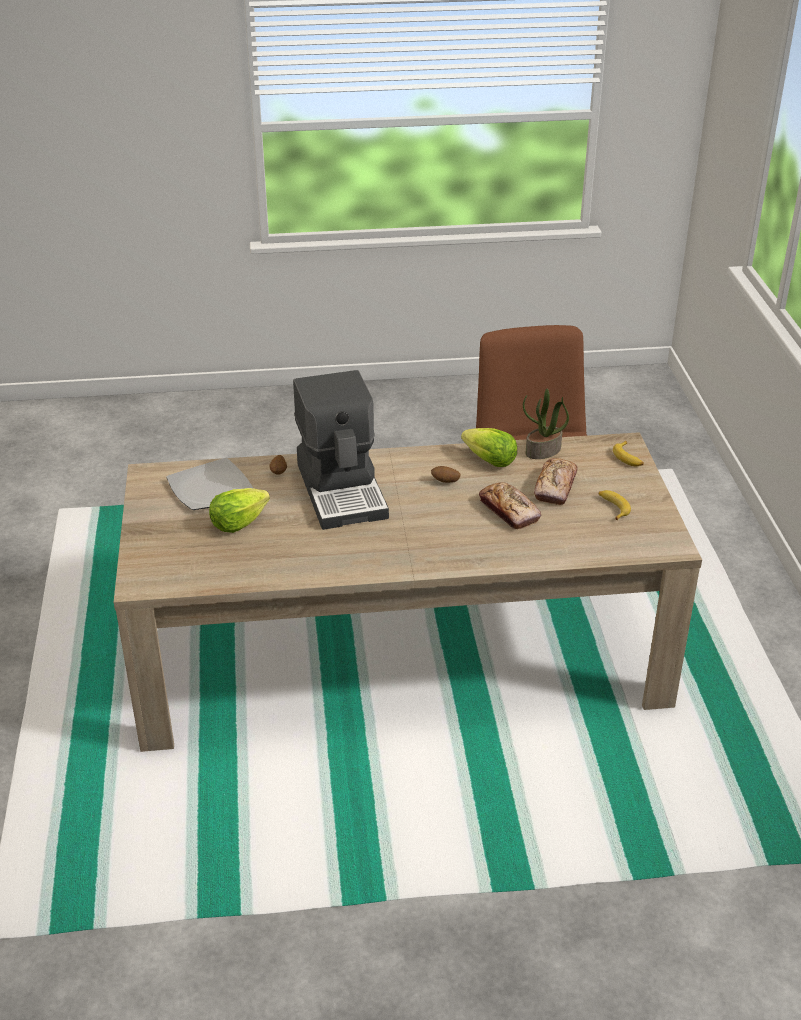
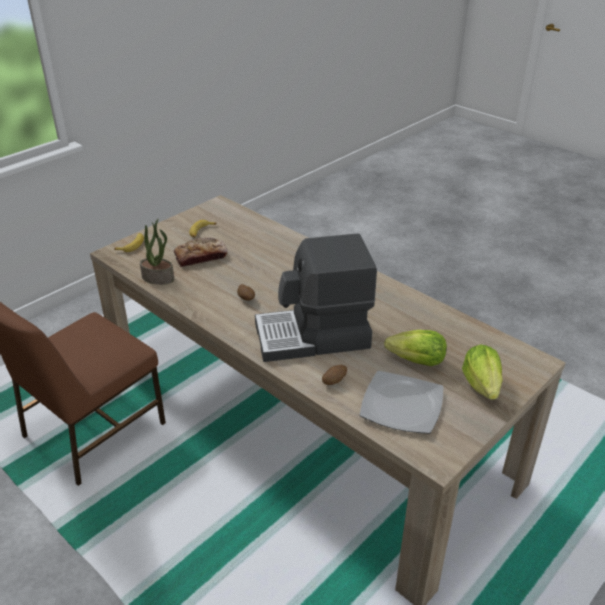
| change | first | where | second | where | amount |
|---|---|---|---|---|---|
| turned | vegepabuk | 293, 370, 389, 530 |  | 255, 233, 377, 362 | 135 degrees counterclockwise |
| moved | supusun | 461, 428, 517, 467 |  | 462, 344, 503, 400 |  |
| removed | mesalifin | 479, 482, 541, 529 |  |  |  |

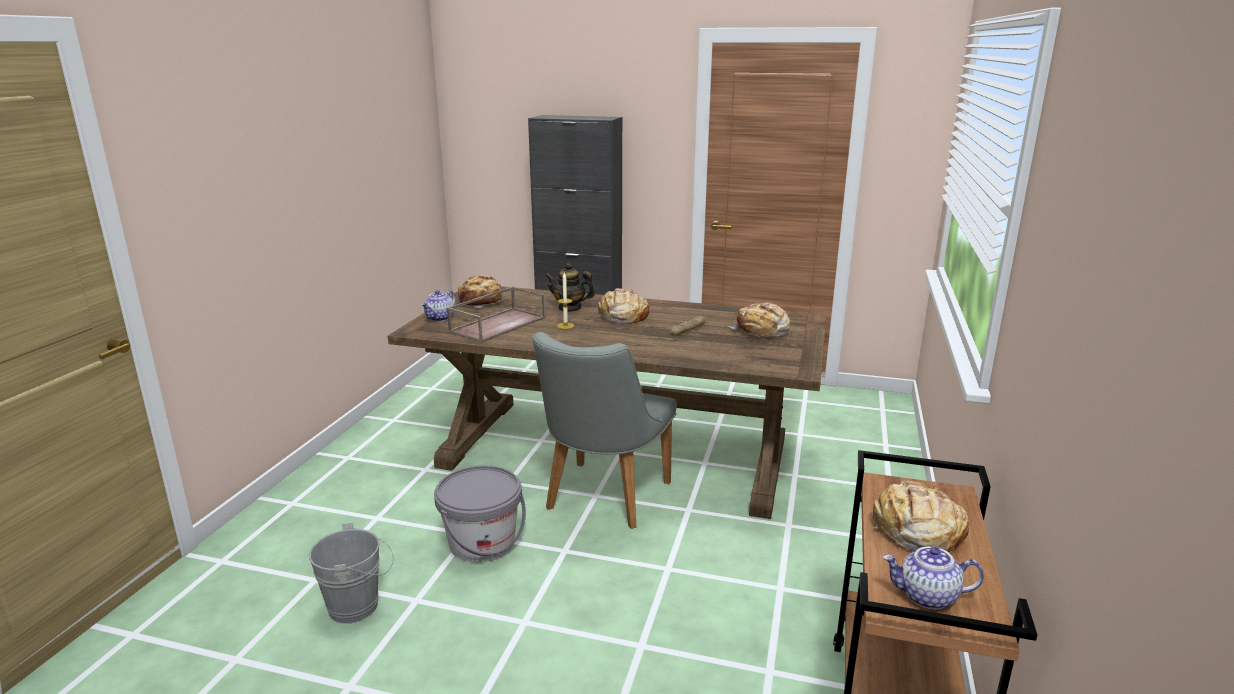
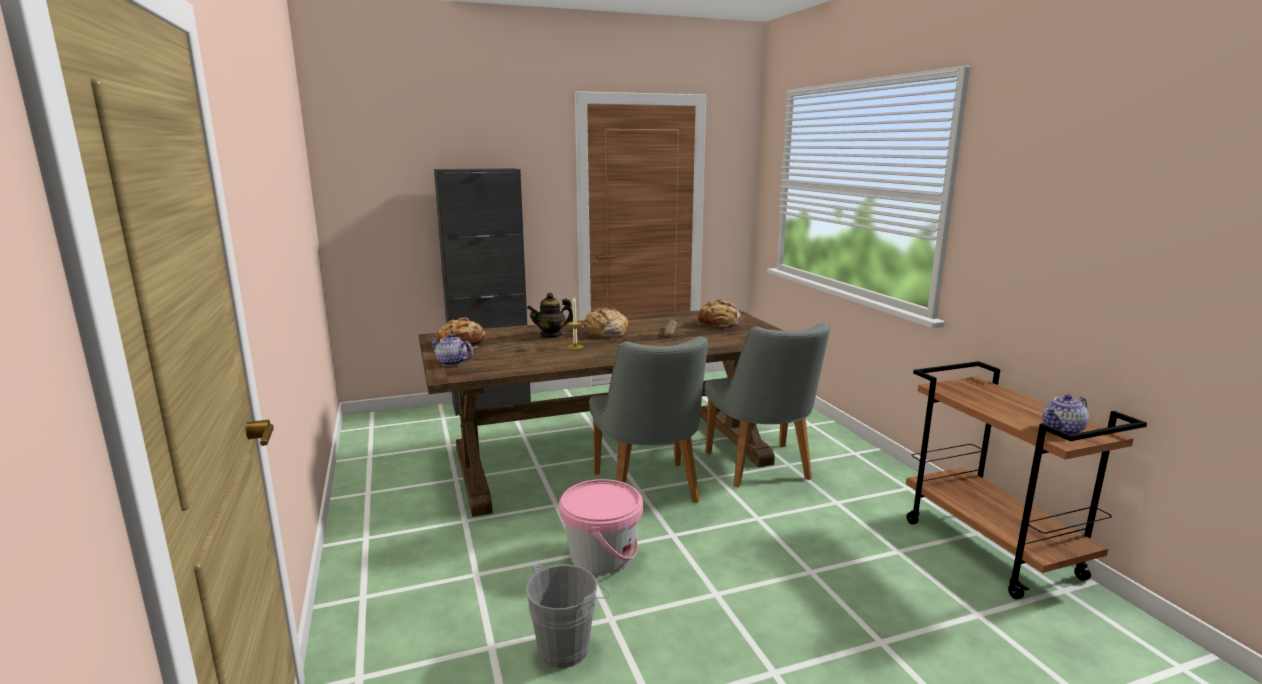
| change | first | where | second | where | amount |
|---|---|---|---|---|---|
| turned | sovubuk | 421, 290, 456, 322 |  | 429, 334, 473, 366 | 120 degrees clockwise |
| recoloured | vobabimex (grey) | 434, 465, 526, 562 | vobabimex (pink) | 559, 479, 643, 574 |  |
| added |  |  | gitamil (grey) | 705, 323, 830, 487 |  |
| removed | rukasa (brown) | 446, 286, 546, 343 |  |  |  |
| removed | mesalifin | 872, 480, 969, 552 |  |  |  |

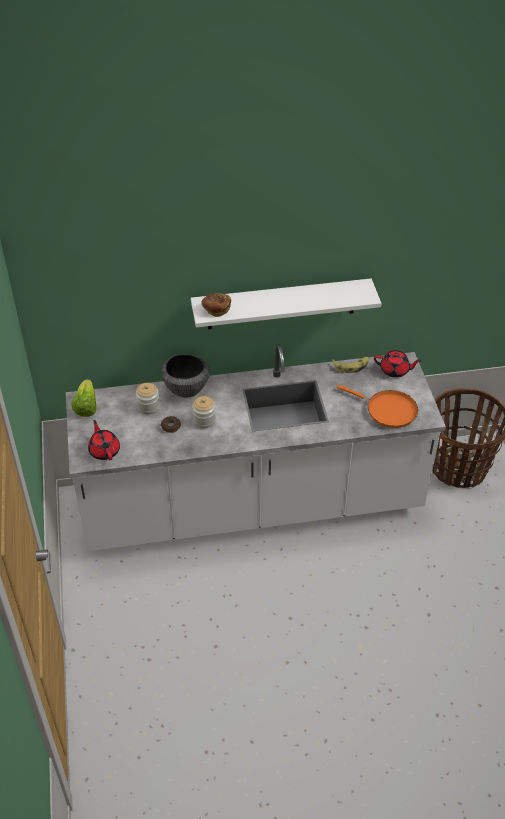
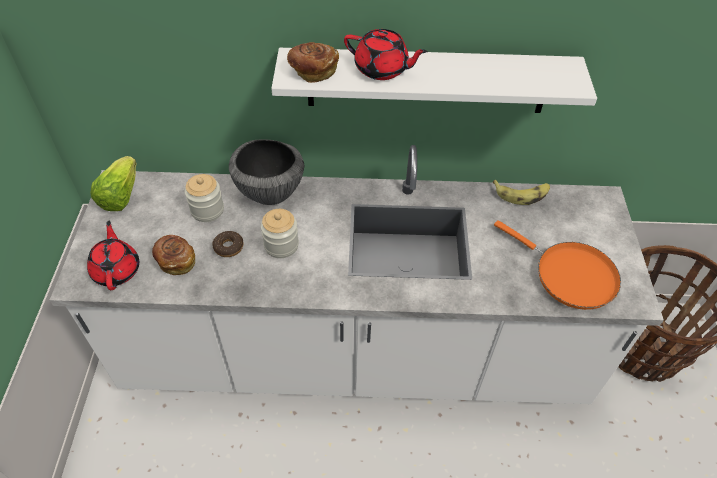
| change | first | where | second | where | amount |
|---|---|---|---|---|---|
| added |  |  | mesalifin | 152, 235, 195, 275 |  |
| moved | sovubuk (red) | 374, 350, 422, 378 |  | 344, 29, 428, 80 |  |

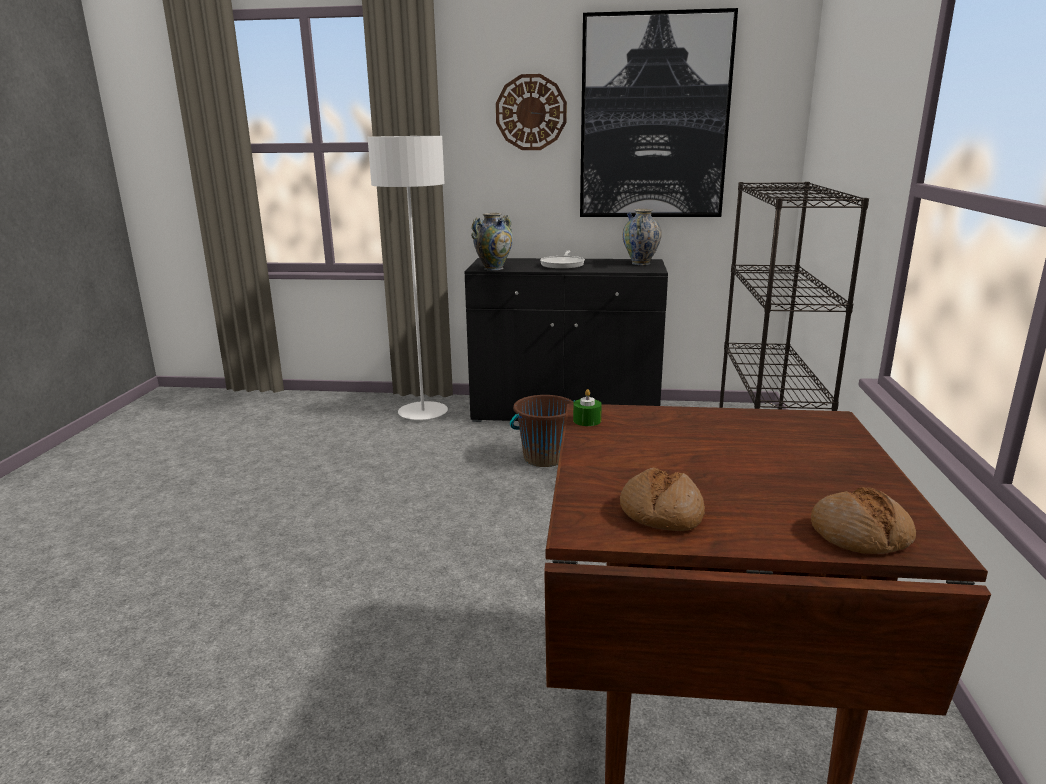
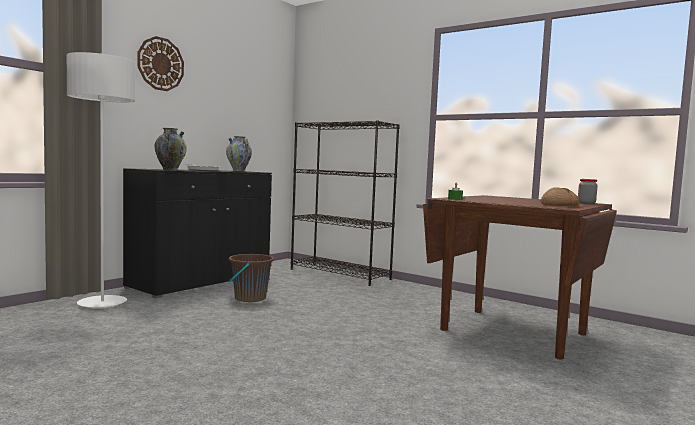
| change | first | where | second | where | amount |
|---|---|---|---|---|---|
| replaced | mesalifin | 811, 487, 916, 554 | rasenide | 578, 179, 598, 204 |  |
| removed | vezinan | 580, 8, 738, 217 |  |  |  |

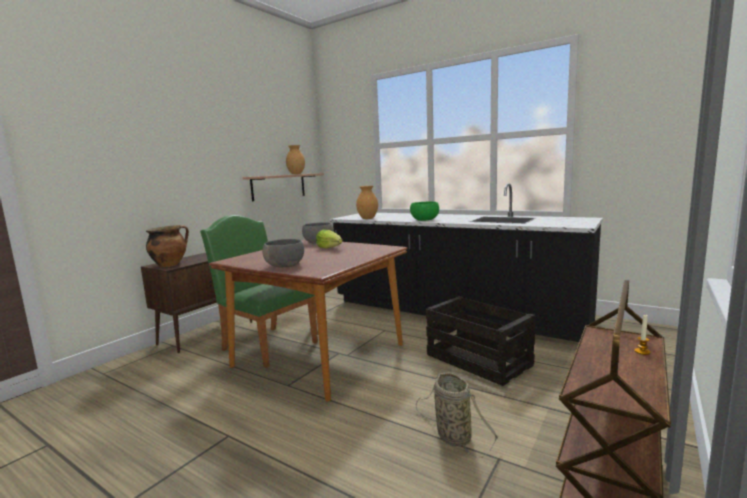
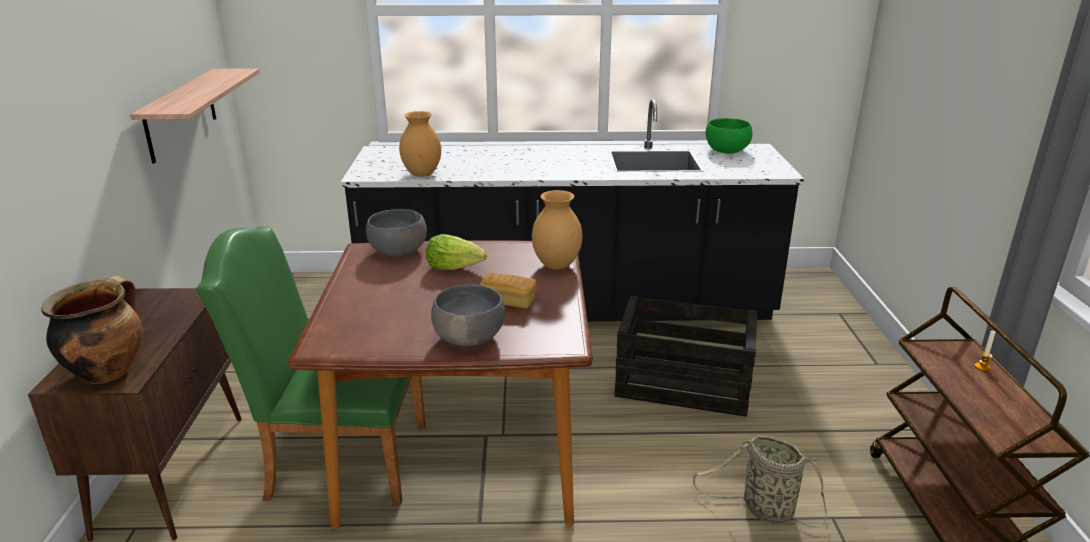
| change | first | where | second | where | amount |
|---|---|---|---|---|---|
| added |  |  | mesalifin | 480, 273, 536, 308 |  |
| moved | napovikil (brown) | 286, 145, 305, 174 |  | 532, 190, 583, 270 |  |
| moved | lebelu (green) | 410, 202, 439, 221 |  | 705, 118, 752, 154 |  |

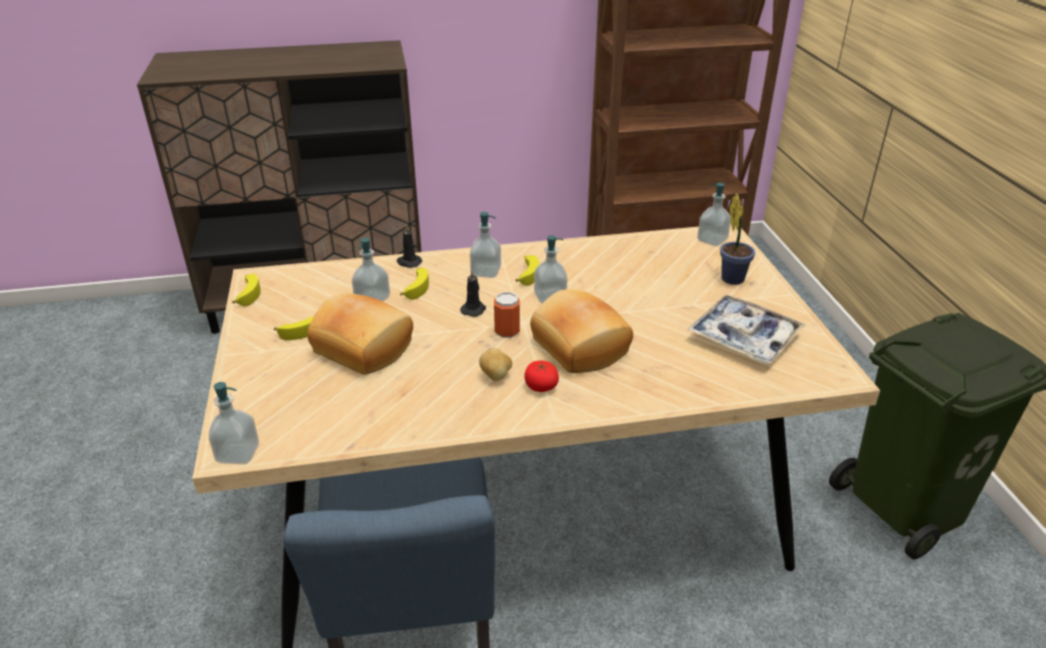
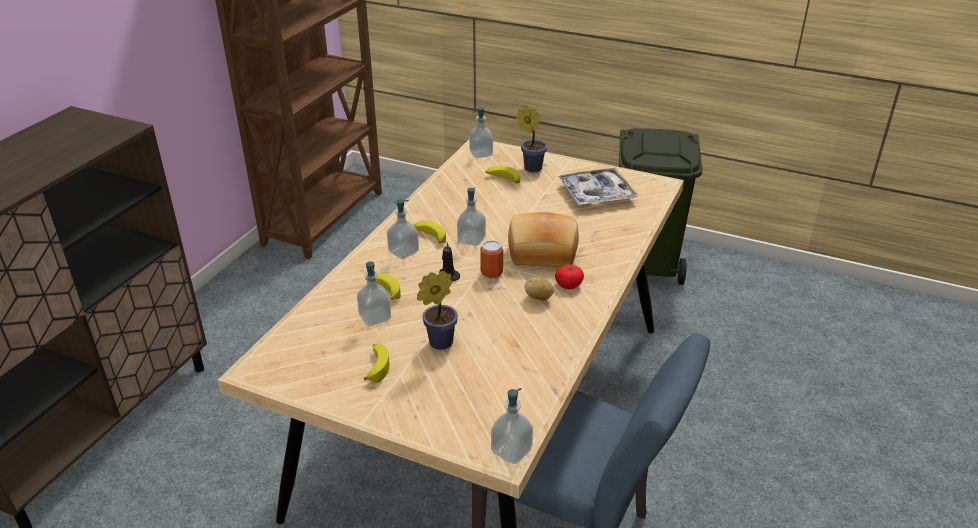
| change | first | where | second | where | amount |
|---|---|---|---|---|---|
| replaced | mesalifin | 307, 294, 413, 375 | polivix | 417, 271, 458, 350 |  |
| moved | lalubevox | 232, 274, 260, 306 |  | 485, 165, 520, 183 |  |
| removed | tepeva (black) | 397, 224, 422, 268 |  |  |  |

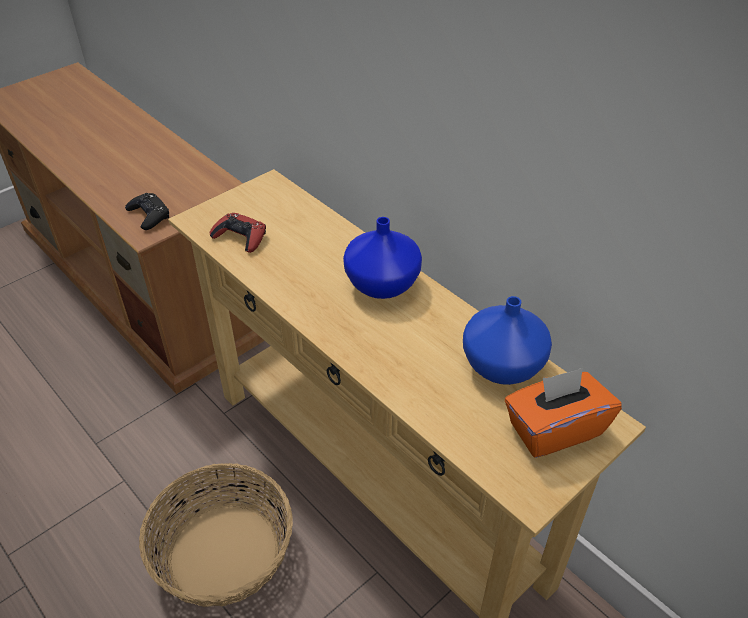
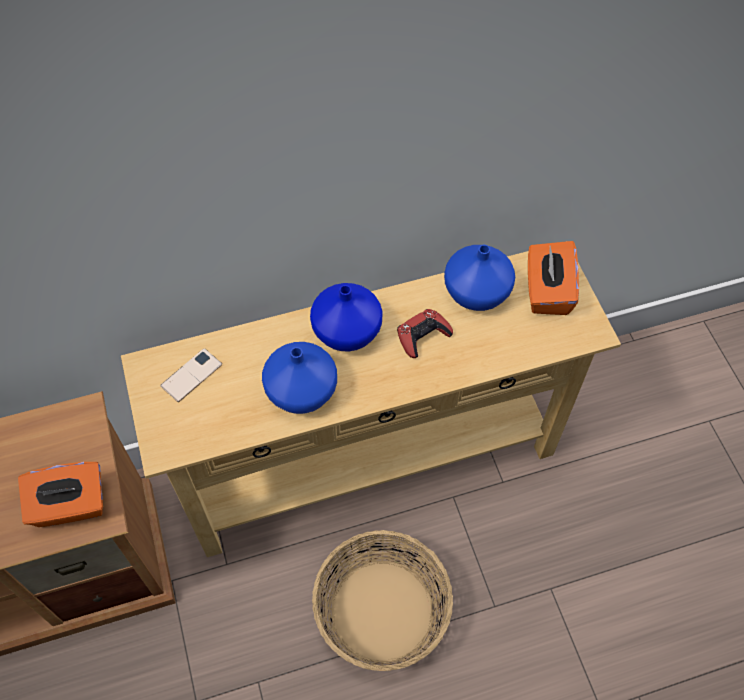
| change | first | where | second | where | amount |
|---|---|---|---|---|---|
| replaced | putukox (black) | 125, 193, 169, 230 | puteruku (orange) | 18, 462, 103, 527 |  |
| added |  |  | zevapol | 160, 348, 222, 402 |  |
| added |  |  | napovikil (blue) | 262, 342, 337, 414 |  |
| moved | putukox (red) | 210, 213, 266, 253 |  | 397, 309, 453, 358 |  |

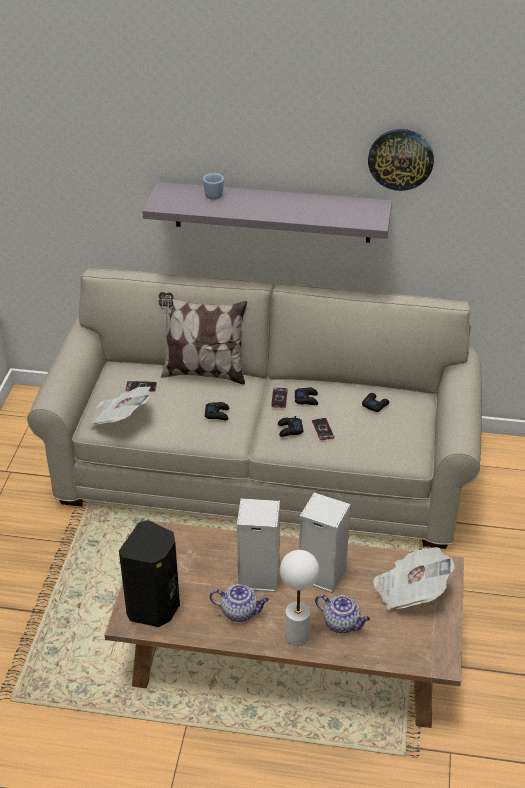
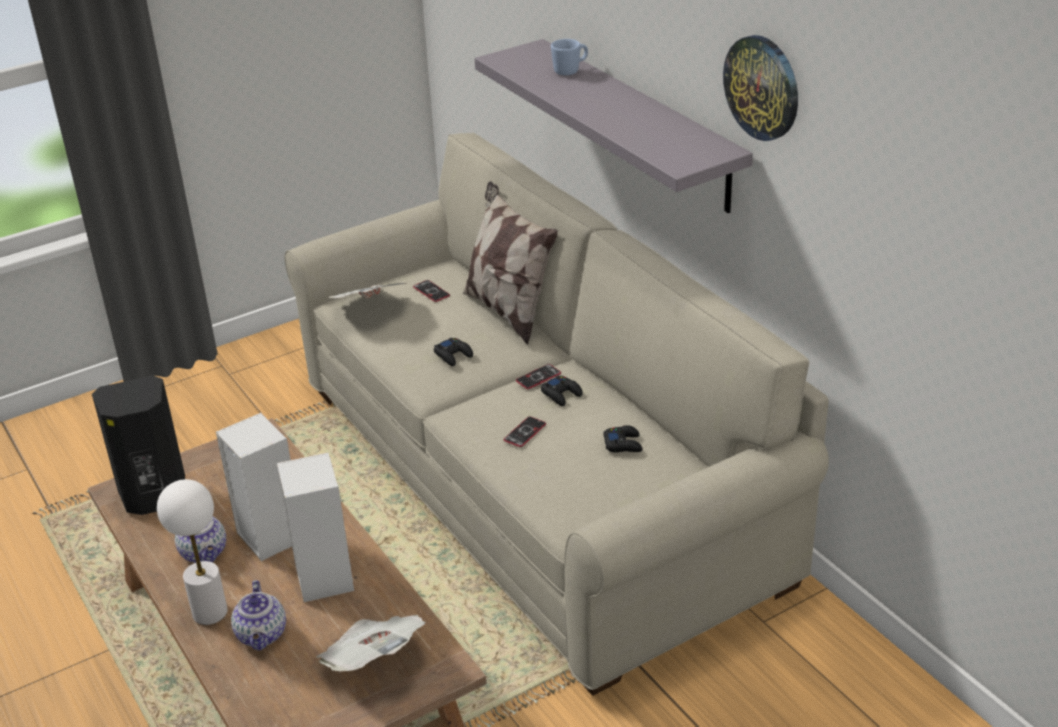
| change | first | where | second | where | amount |
|---|---|---|---|---|---|
| removed | putukox (black) | 278, 416, 303, 437 |  |  |  |

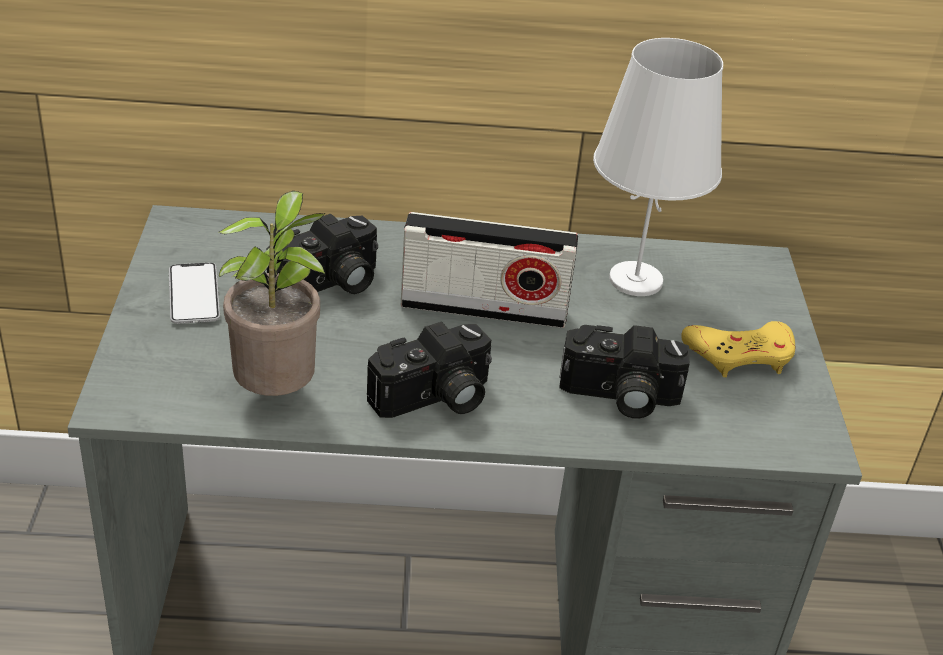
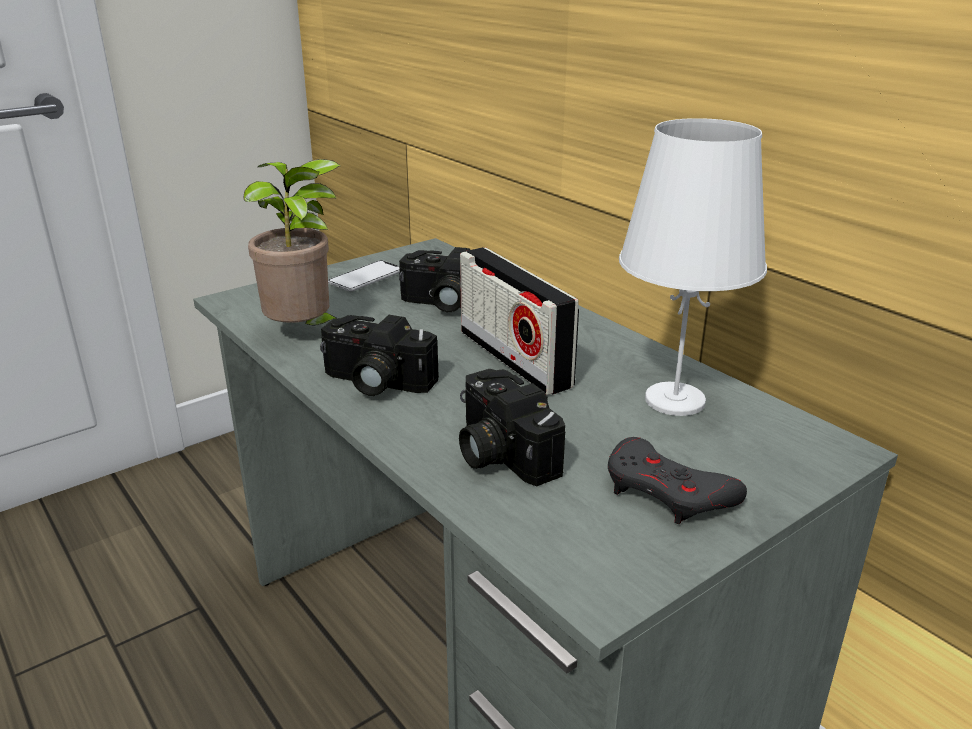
| change | first | where | second | where | amount |
|---|---|---|---|---|---|
| recoloured | putukox (yellow) | 681, 321, 796, 377 | putukox (grey) | 608, 437, 747, 524 |  |

